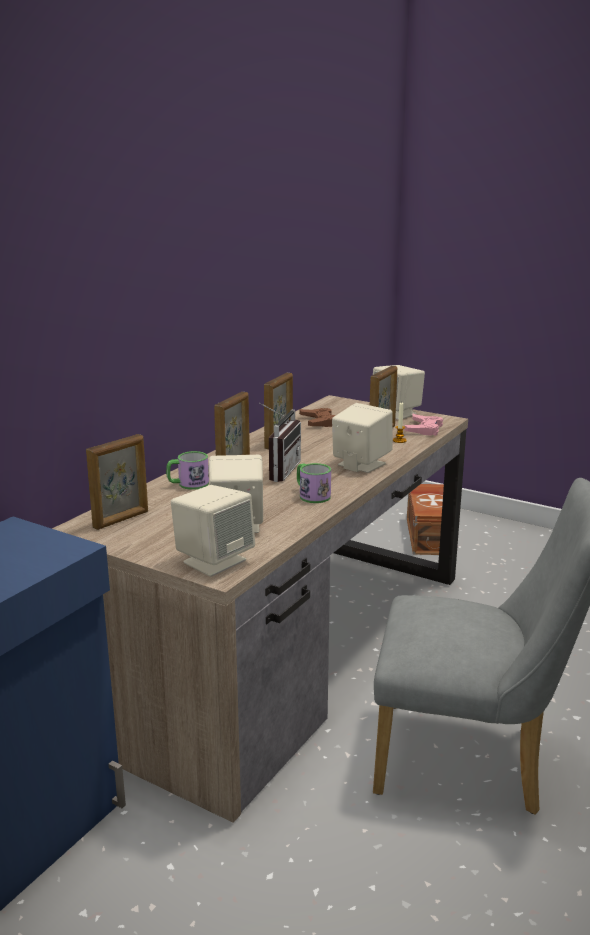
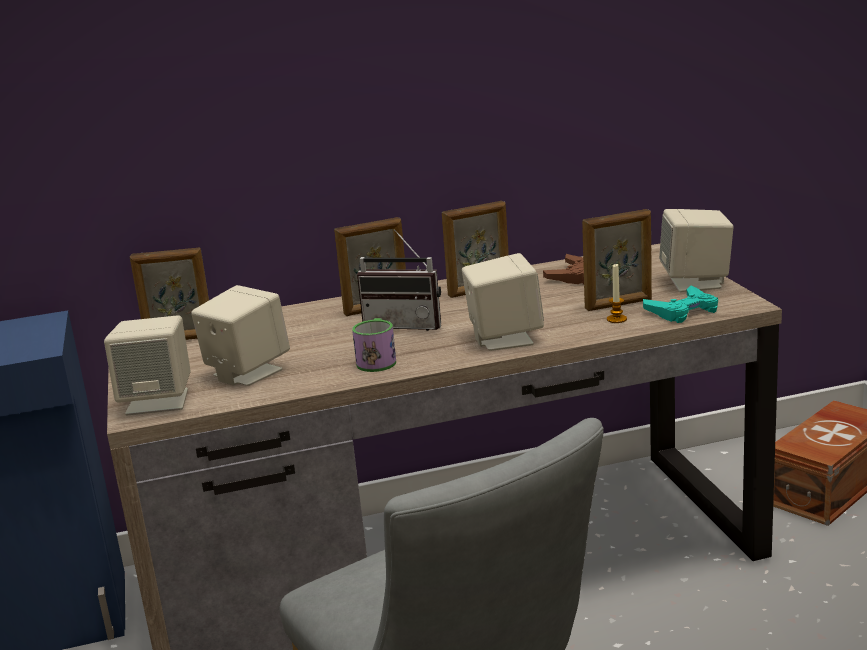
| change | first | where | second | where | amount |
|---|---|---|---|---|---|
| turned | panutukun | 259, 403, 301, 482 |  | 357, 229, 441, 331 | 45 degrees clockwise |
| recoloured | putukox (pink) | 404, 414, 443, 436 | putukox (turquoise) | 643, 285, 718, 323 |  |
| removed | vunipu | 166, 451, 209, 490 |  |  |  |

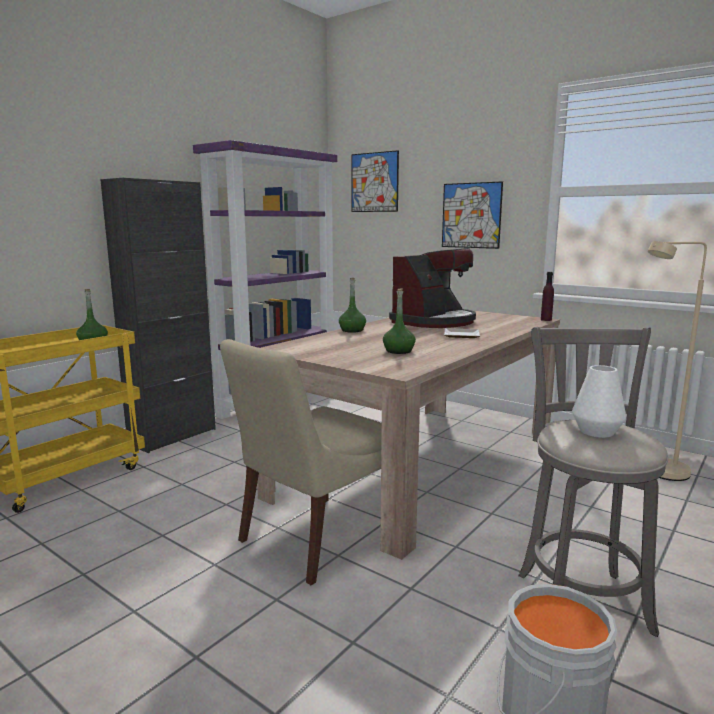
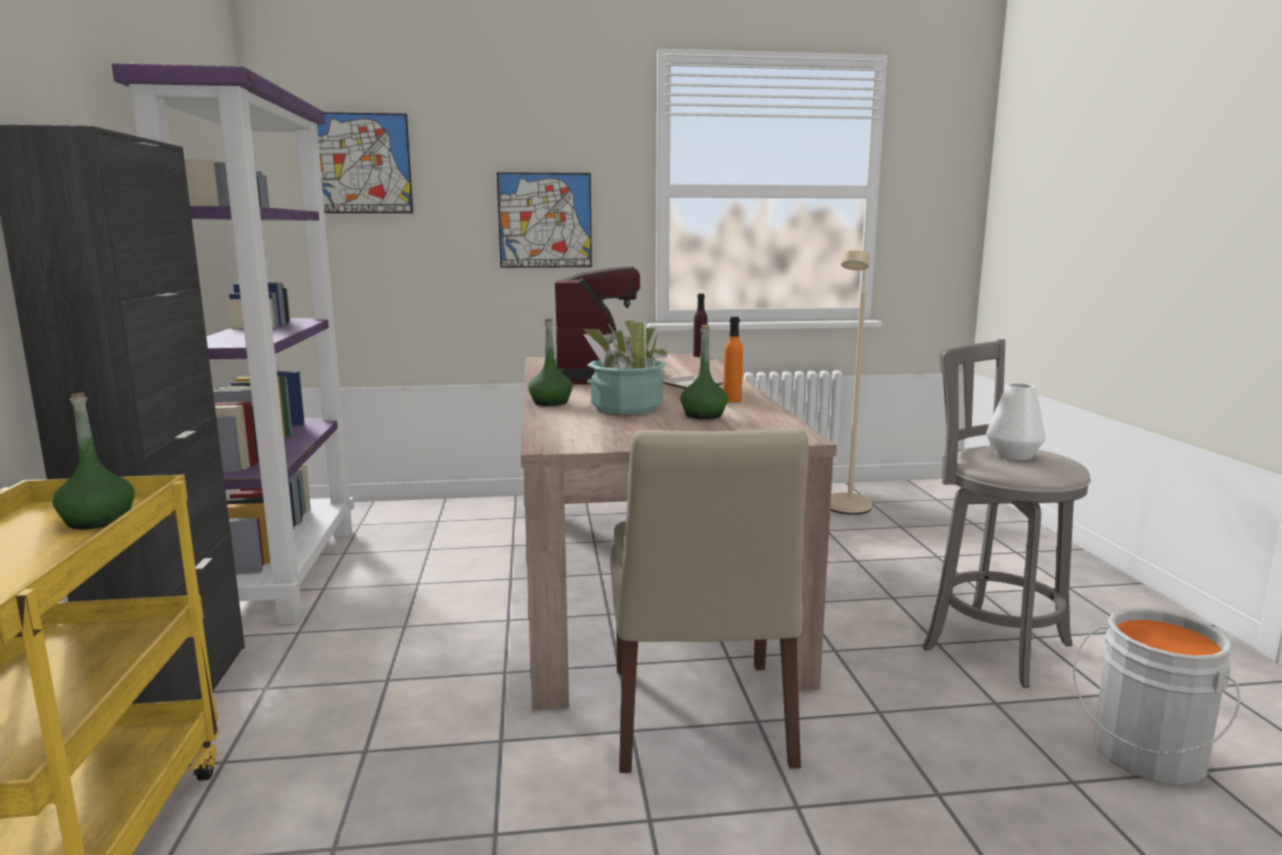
| change | first | where | second | where | amount |
|---|---|---|---|---|---|
| added |  |  | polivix | 583, 319, 669, 414 |  |
| added |  |  | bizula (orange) | 723, 317, 743, 402 |  |

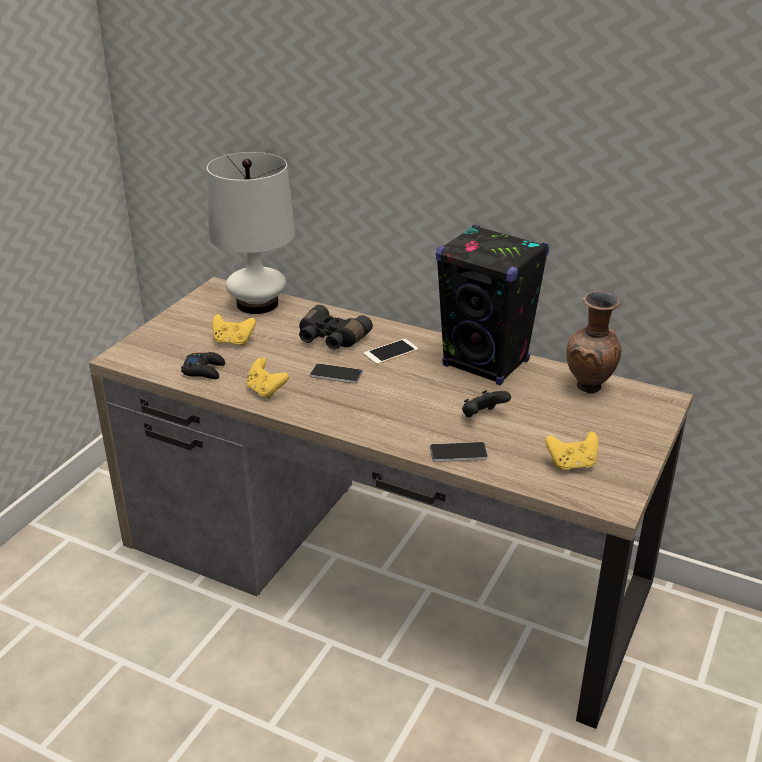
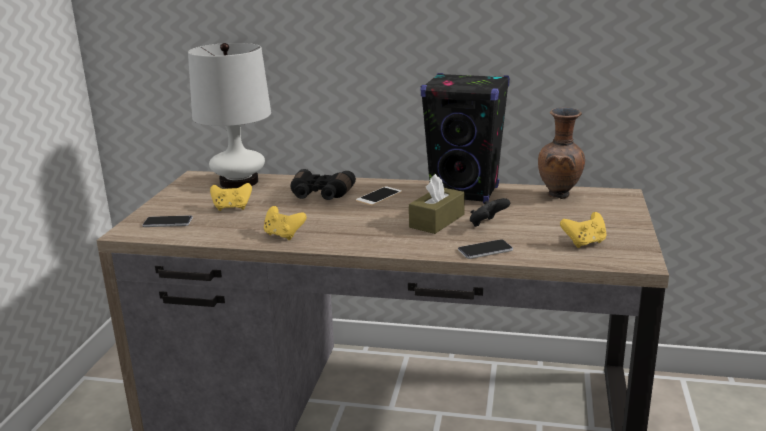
| change | first | where | second | where | amount |
|---|---|---|---|---|---|
| moved | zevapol | 310, 364, 363, 384 |  | 143, 215, 193, 227 |  |
| added |  |  | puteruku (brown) | 409, 174, 465, 234 |  |
| removed | putukox (black) | 181, 352, 225, 379 |  |  |  |

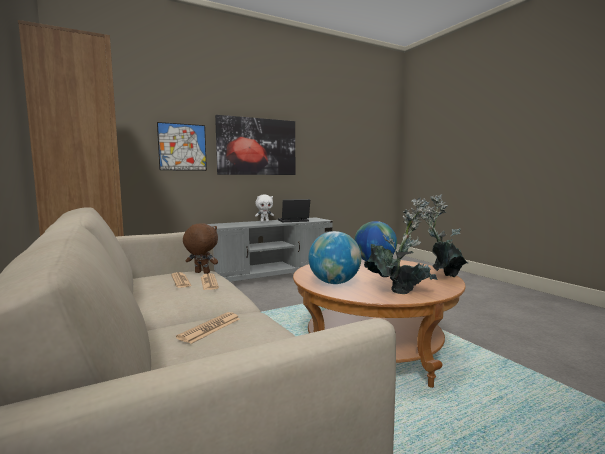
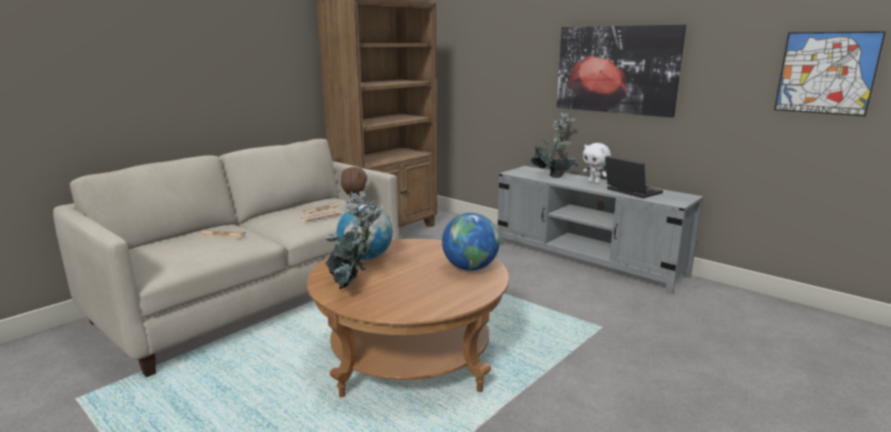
| change | first | where | second | where | amount |
|---|---|---|---|---|---|
| moved | polivix | 419, 194, 468, 278 |  | 531, 112, 579, 178 |  |
| moved | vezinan | 157, 122, 207, 171 |  | 774, 31, 886, 117 |  |

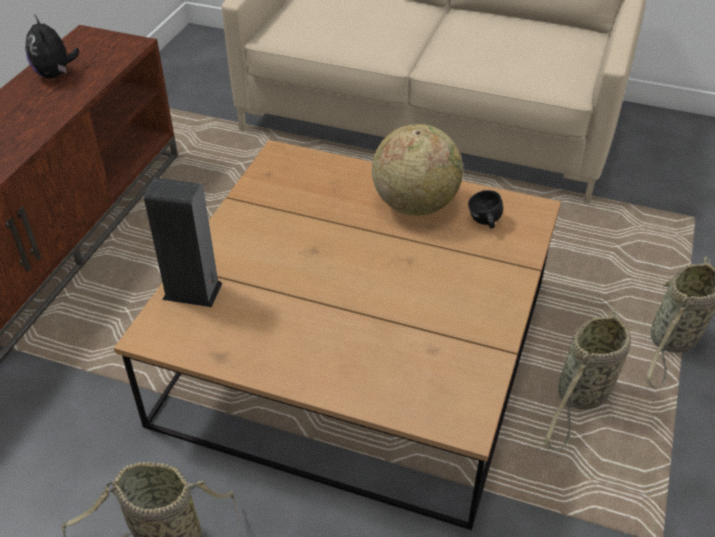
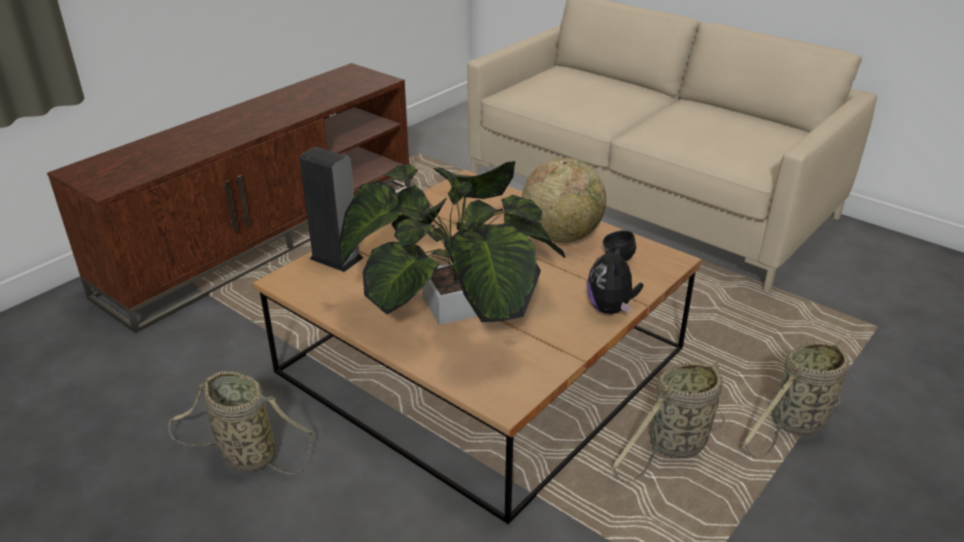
| change | first | where | second | where | amount |
|---|---|---|---|---|---|
| added |  |  | polivix | 339, 161, 565, 325 |  |
| moved | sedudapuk | 25, 14, 80, 78 |  | 587, 241, 643, 314 |  |

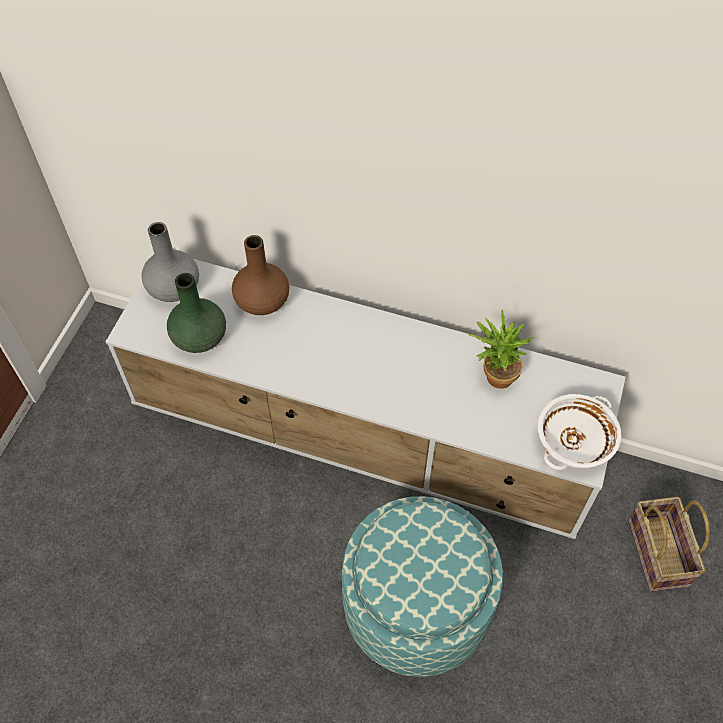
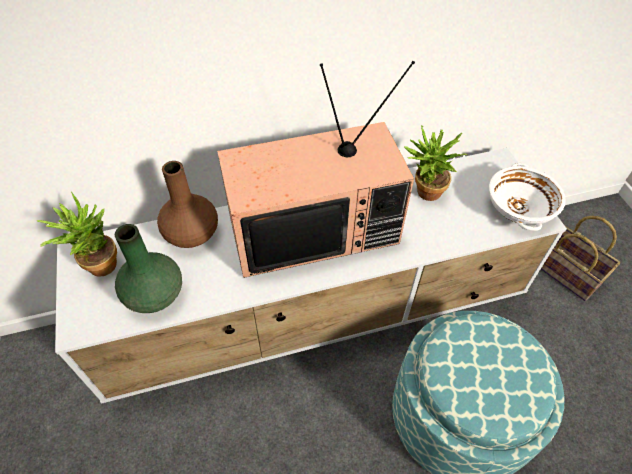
| change | first | where | second | where | amount |
|---|---|---|---|---|---|
| replaced | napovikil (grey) | 141, 222, 199, 302 | polivix | 36, 192, 117, 277 |  |
| added |  |  | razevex | 217, 61, 415, 278 |  |

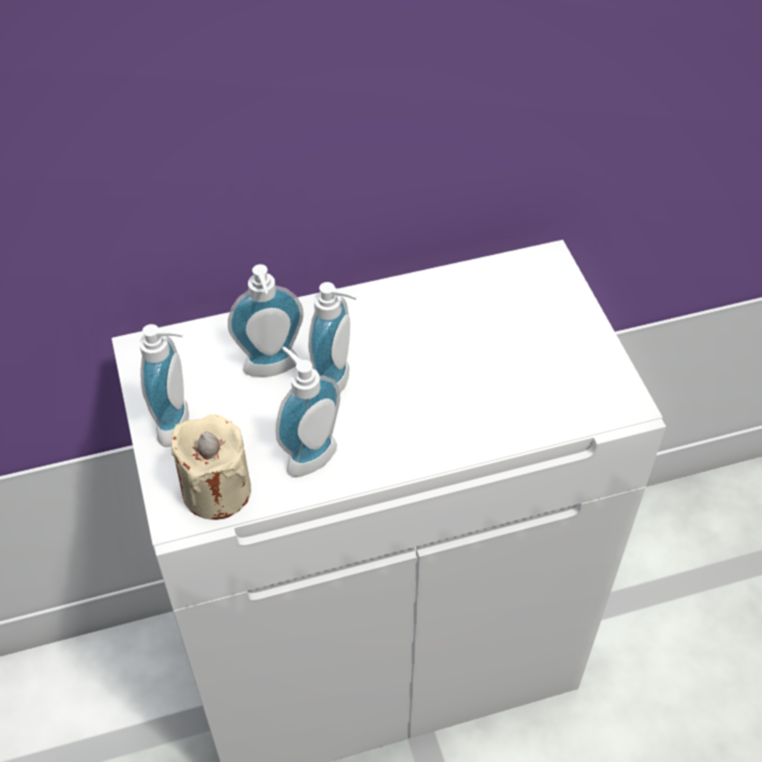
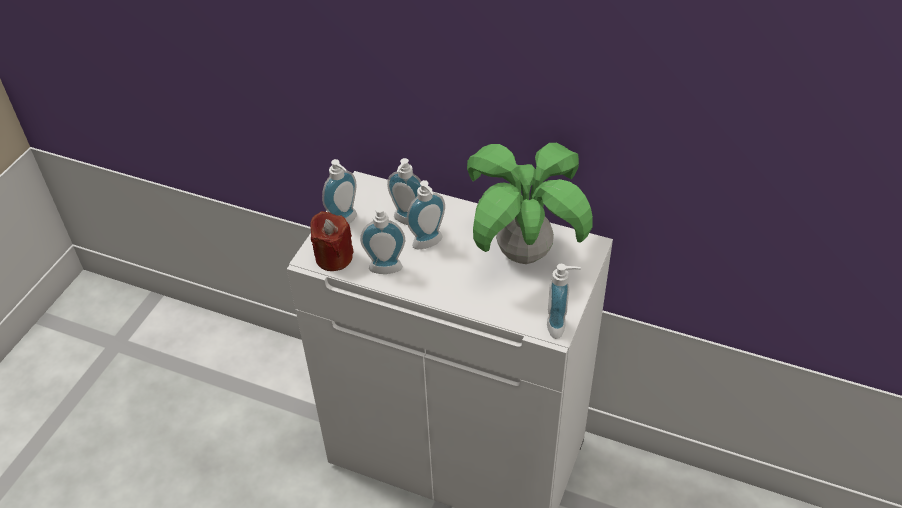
| change | first | where | second | where | amount |
|---|---|---|---|---|---|
| recoloured | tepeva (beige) | 171, 414, 251, 520 | tepeva (red) | 310, 211, 354, 271 |  |
| added |  |  | polivix | 467, 143, 593, 264 |  |
| added |  |  | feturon | 547, 264, 581, 339 |  |

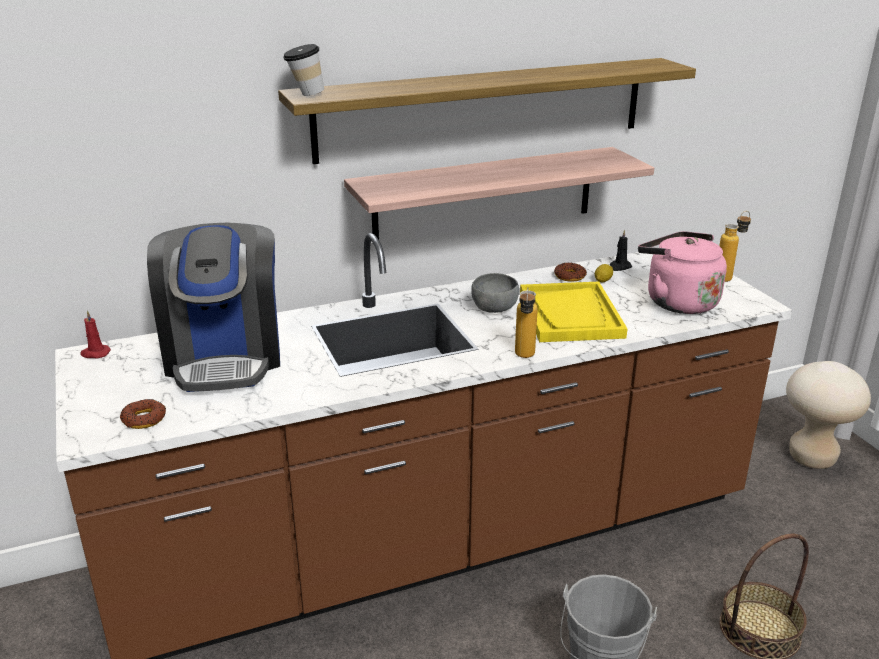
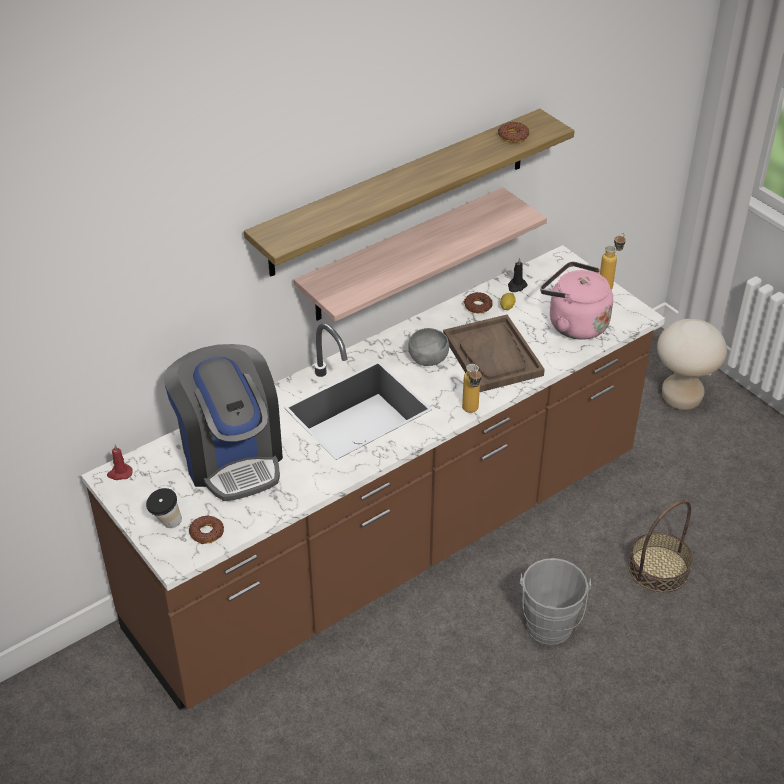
| change | first | where | second | where | amount |
|---|---|---|---|---|---|
| moved | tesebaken | 283, 44, 324, 96 |  | 146, 488, 182, 528 |  |
| recoloured | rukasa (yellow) | 520, 282, 628, 342 | rukasa (brown) | 443, 315, 545, 392 |  |
| added |  |  | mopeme | 498, 122, 529, 143 |  |

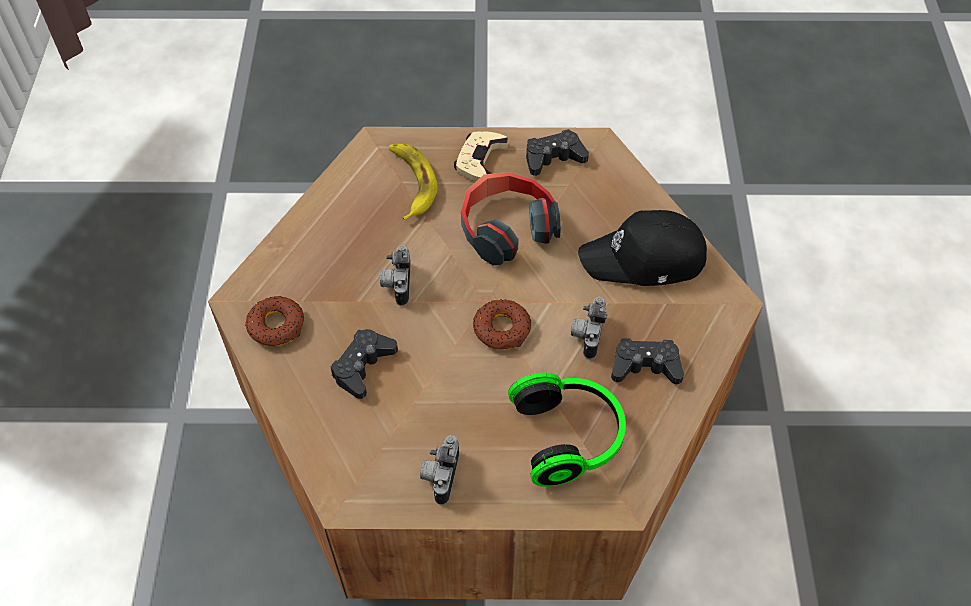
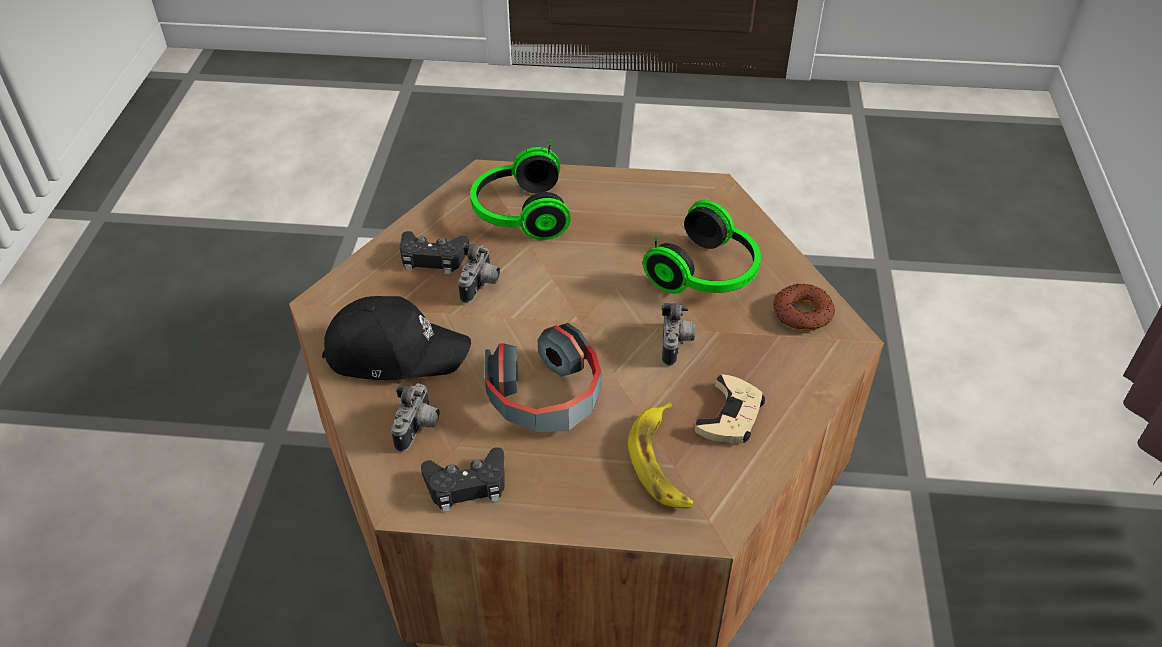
| change | first | where | second | where | amount |
|---|---|---|---|---|---|
| moved | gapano | 420, 435, 459, 505 |  | 391, 383, 440, 452 |  |
| replaced | putukox (black) | 331, 329, 398, 399 | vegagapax | 643, 200, 761, 293 |  |
| moved | putukox (beige) | 454, 131, 508, 182 |  | 695, 375, 765, 443 |  |
| removed | mopeme | 473, 299, 531, 350 |  |  |  |

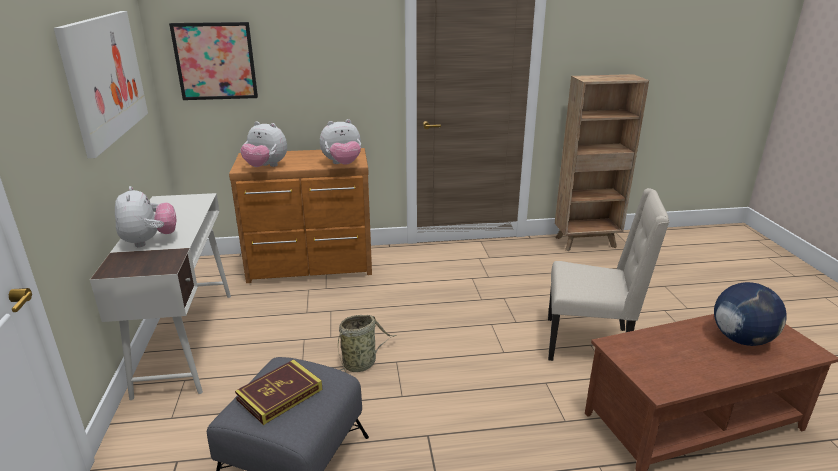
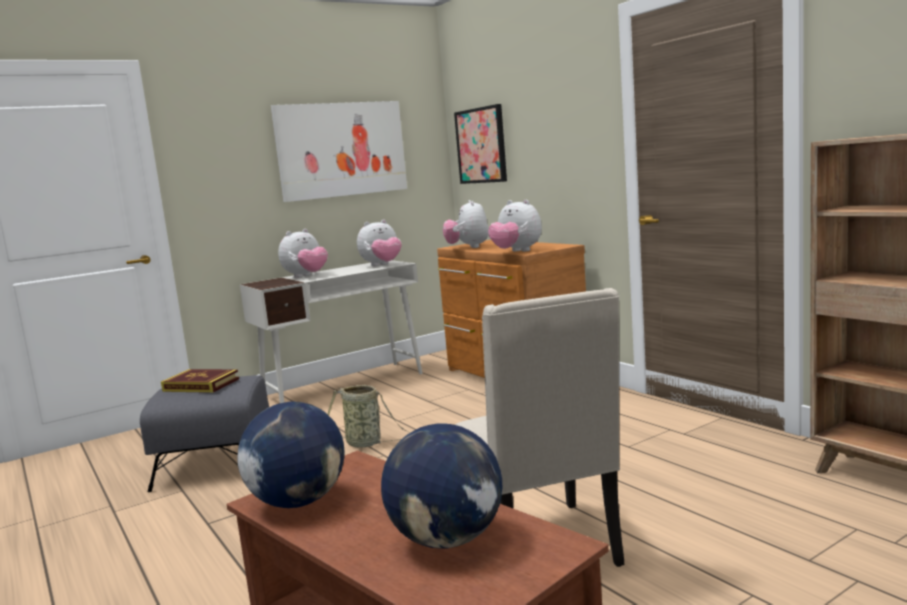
| change | first | where | second | where | amount |
|---|---|---|---|---|---|
| added |  |  | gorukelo | 237, 402, 345, 508 |  |
| added |  |  | sedudapuk | 357, 220, 401, 266 |  |

